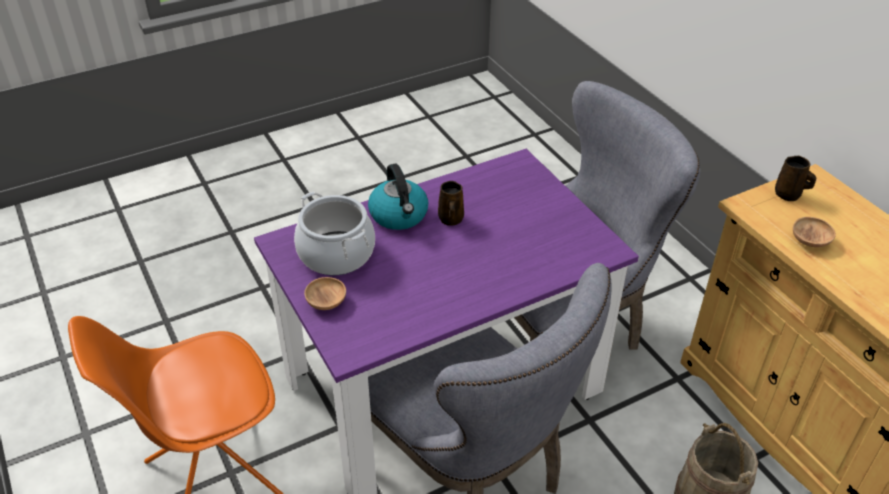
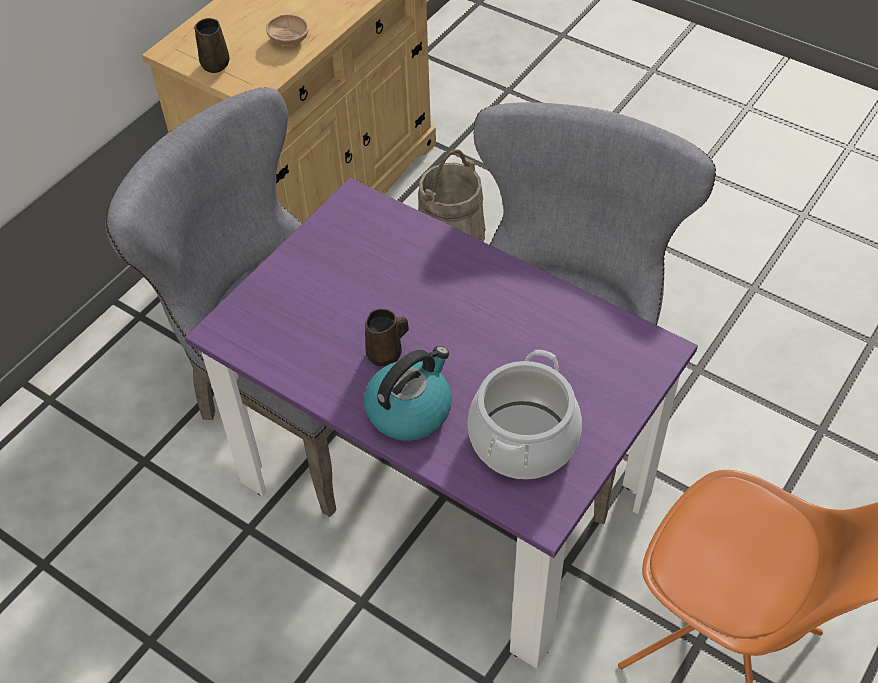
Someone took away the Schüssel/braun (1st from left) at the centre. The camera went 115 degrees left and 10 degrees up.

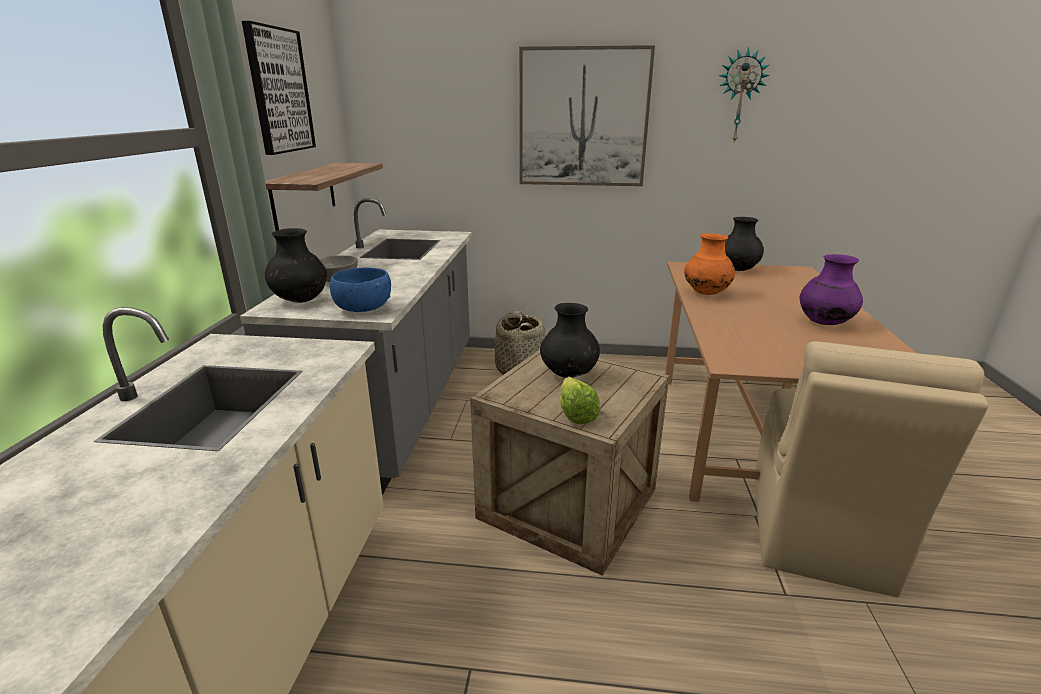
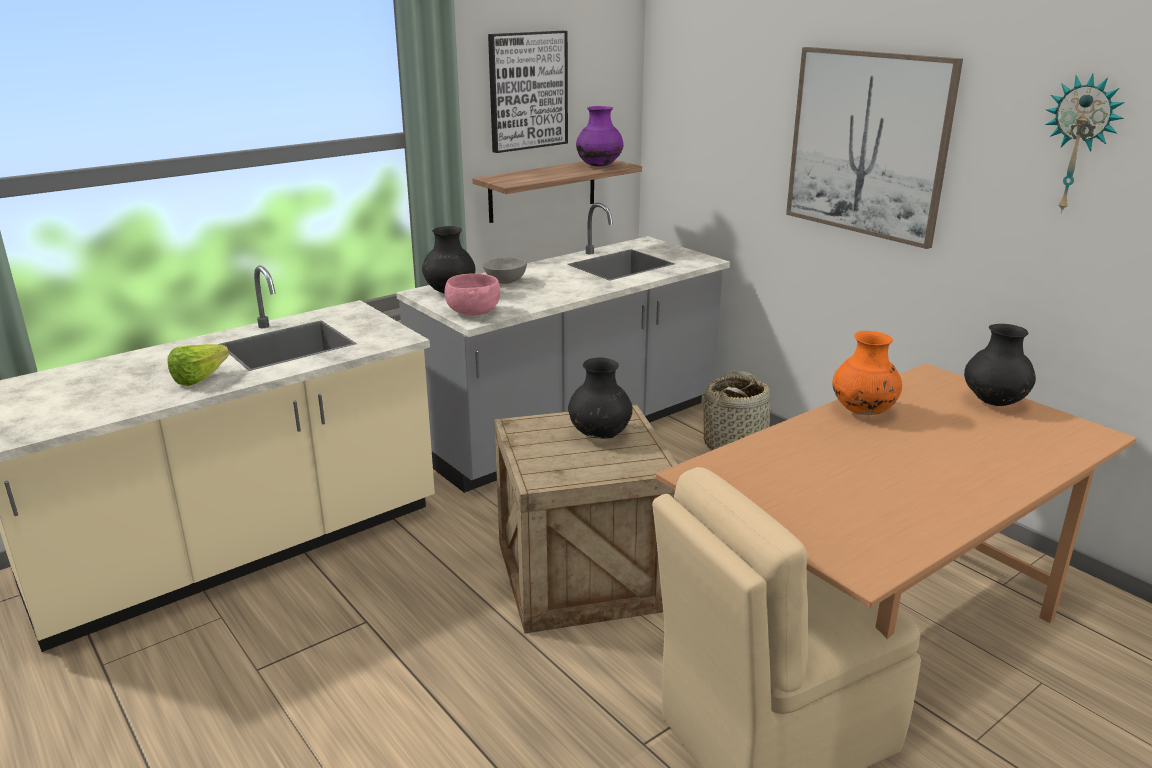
Someone repainted the Schüssel/blau at the centre, which became the Schüssel/rosa at the centre. Someone carried the Salatkopf from the centre to the middle left. Someone carried the Vase/lila from the middle right to the top centre. The camera went 45 degrees right and 0 degrees up.

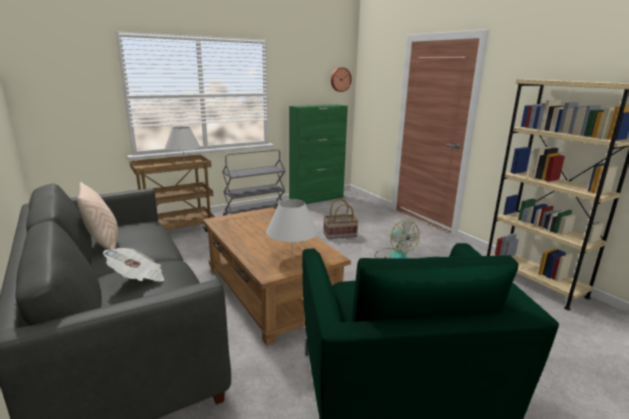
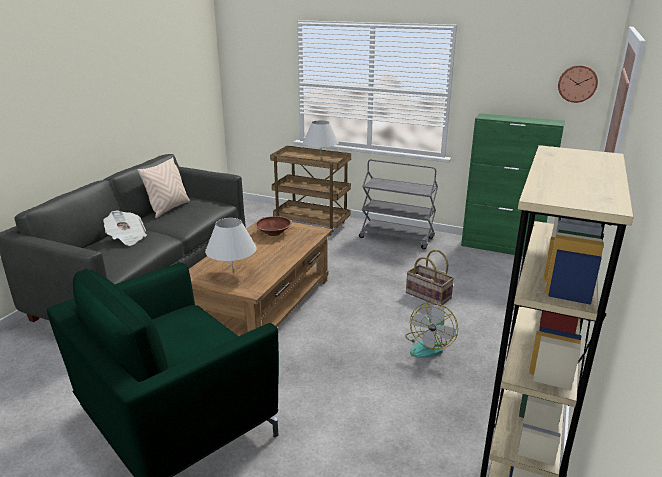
Someone put down the Schüssel/braun at the centre. The camera went 55 degrees right and 5 degrees up.

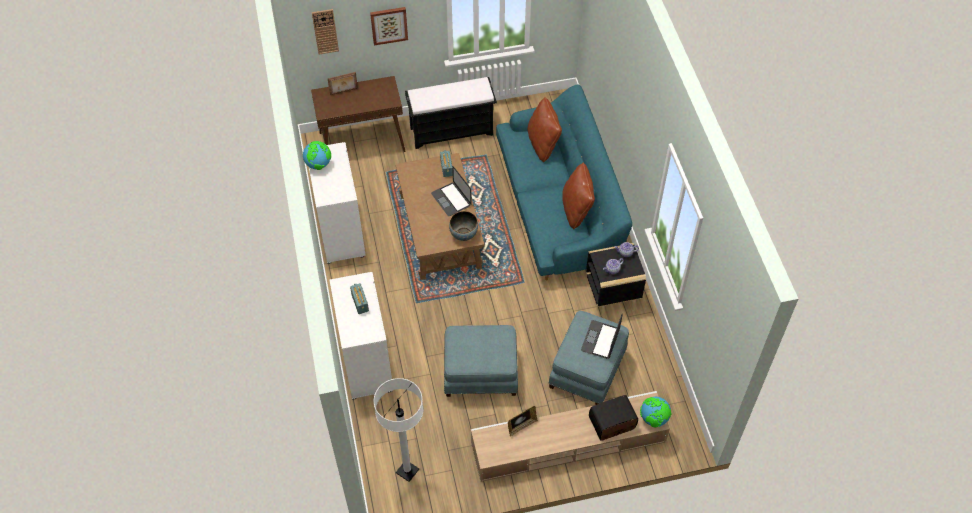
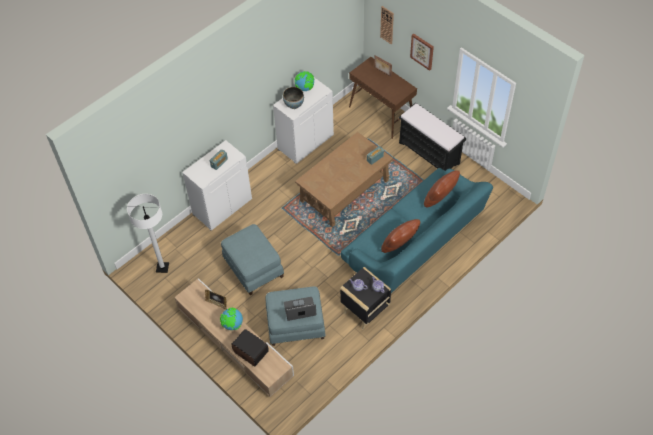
Someone took away the Laptop (1st from left) at the centre. Someone carried the Schüssel from the centre to the top centre. Someone carried the Globus (2nd from left in the first image) from the bottom right to the bottom centre. The camera went 60 degrees right and 0 degrees up.

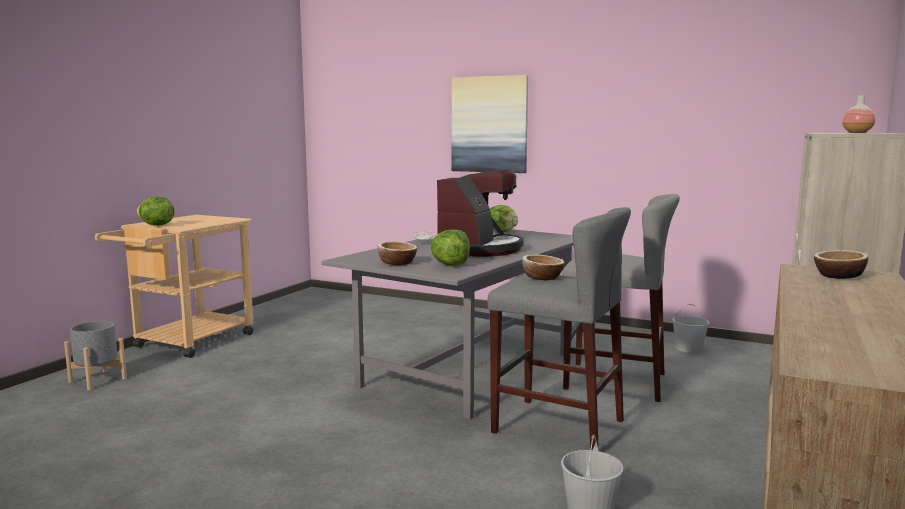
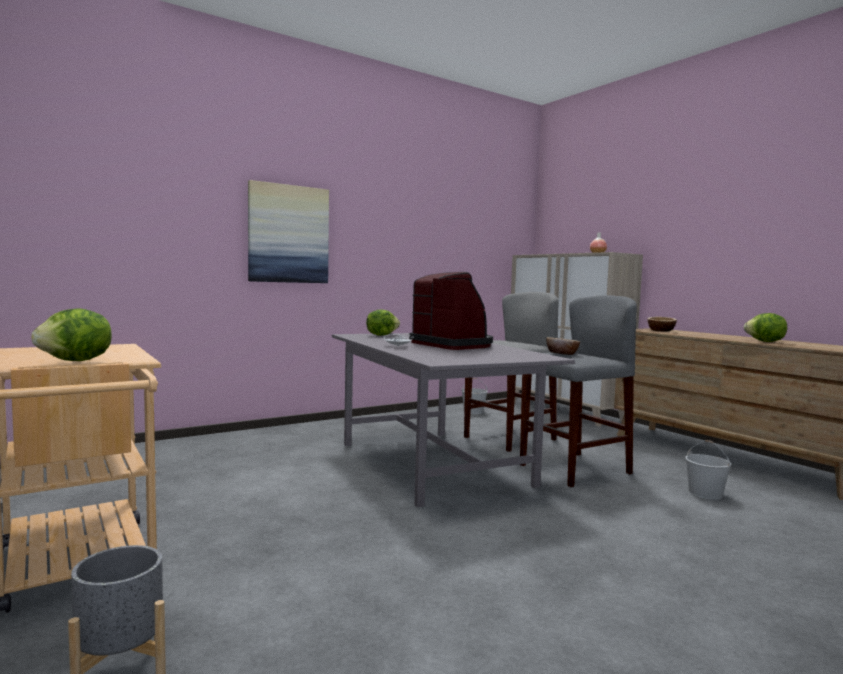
Someone took away the Schüssel (1st from left) at the centre. Someone carried the Salatkopf (2nd from left in the first image) from the centre to the middle right. The camera went 60 degrees left and 5 degrees down.

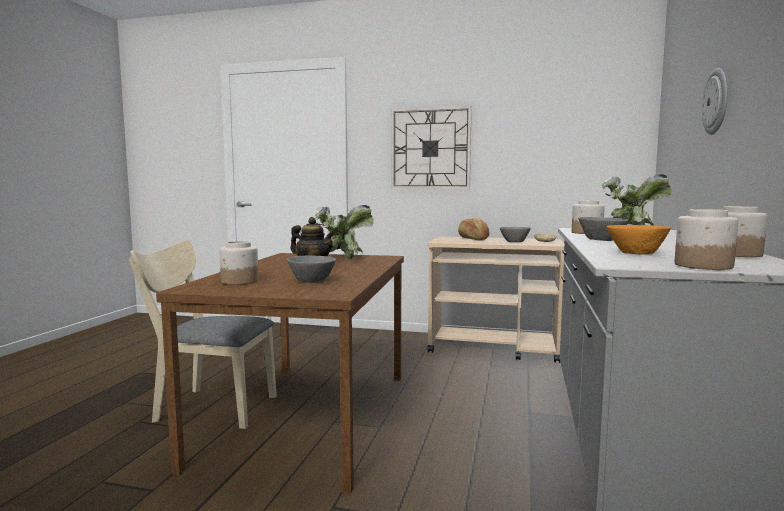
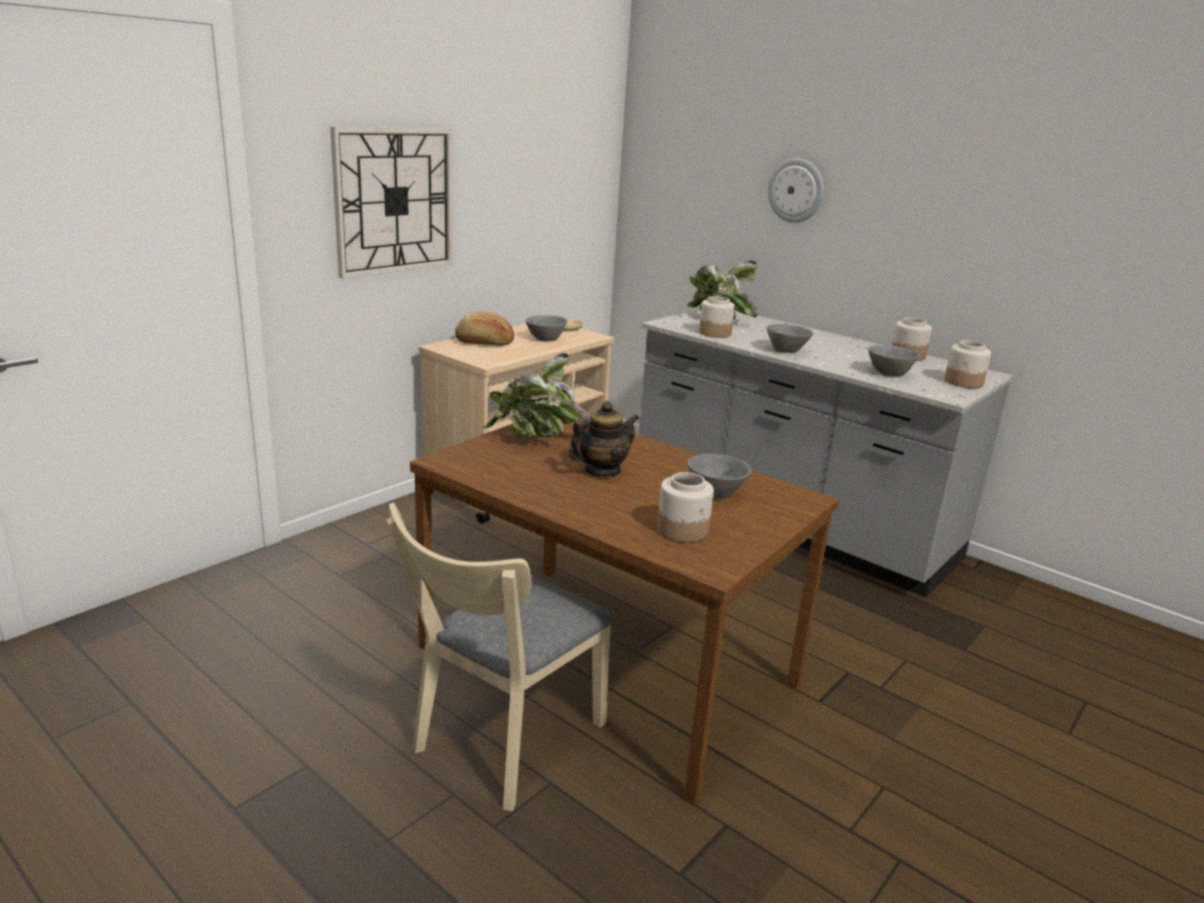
Someone repainted the Schüssel/orange at the middle right, which became the Schüssel/grau (4th from left) at the middle right. The camera went 65 degrees left and 15 degrees up.

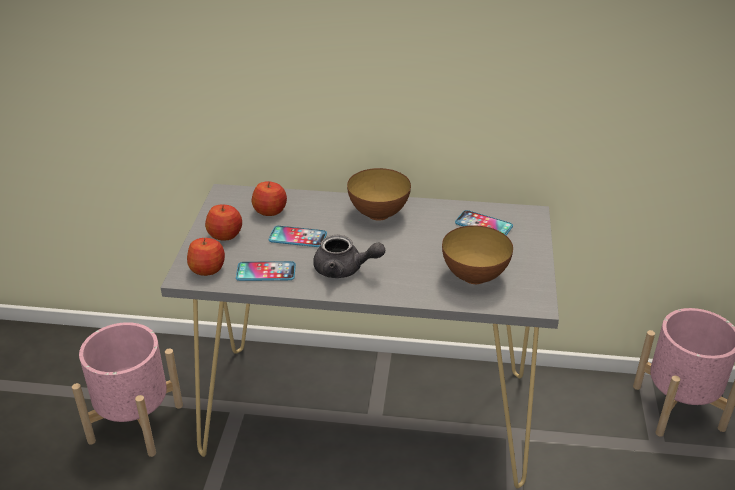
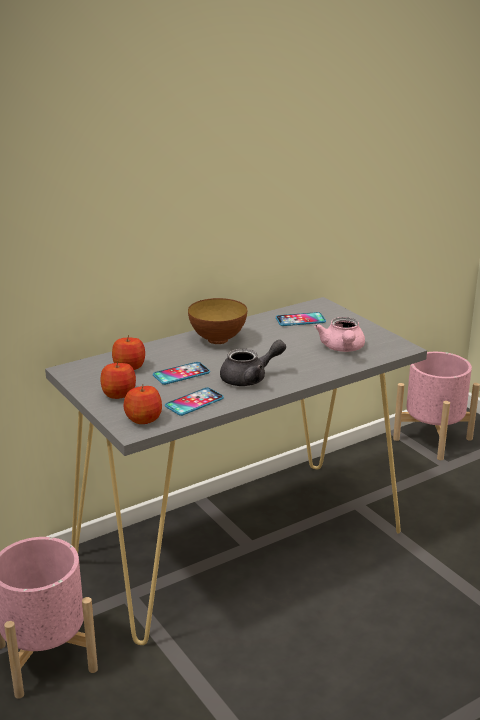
Someone swapped the Schüssel (2nd from left) at the centre for the Teekanne/rosa at the middle right. The camera went 40 degrees left and 10 degrees down.

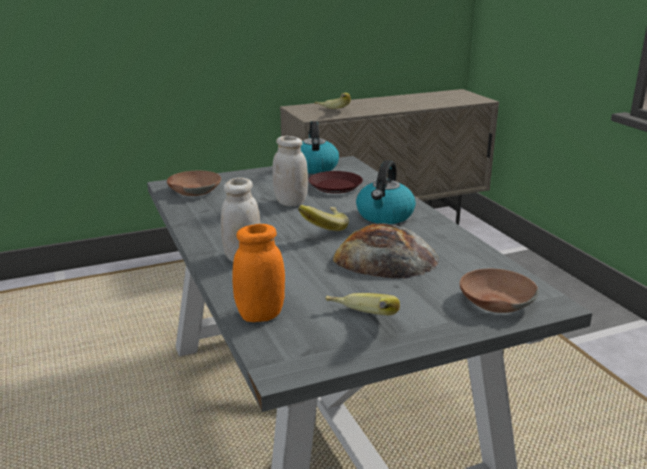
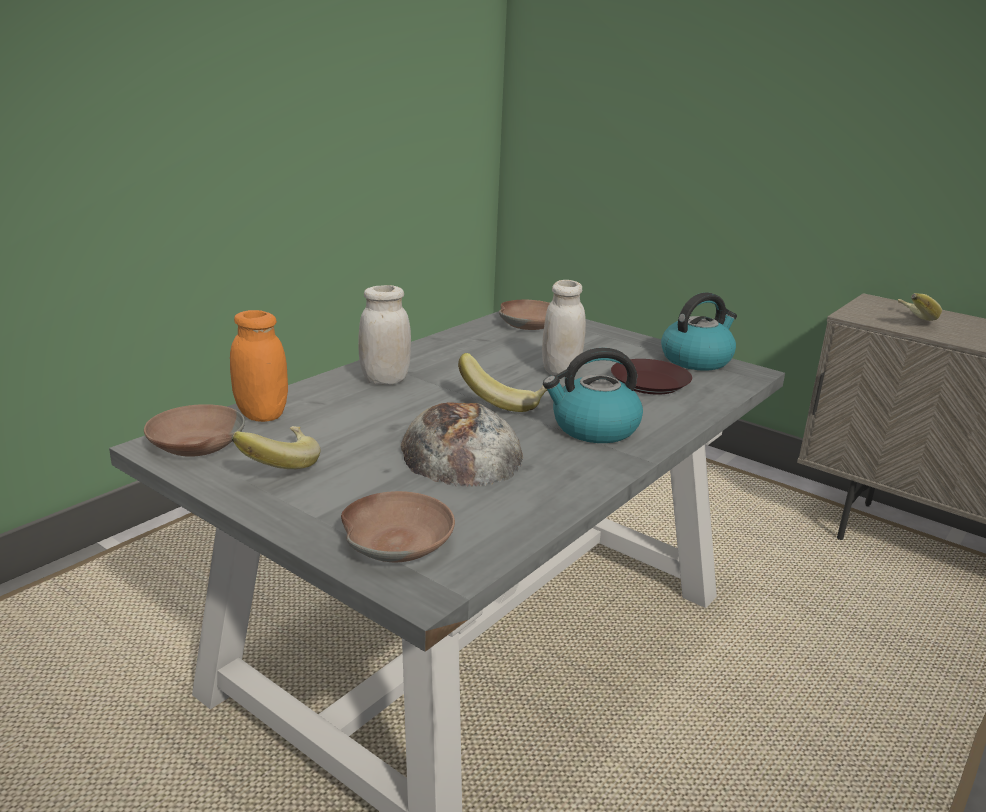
Someone put down the Schüssel/braun (1st from left) at the middle left. The camera went 60 degrees right and 0 degrees up.

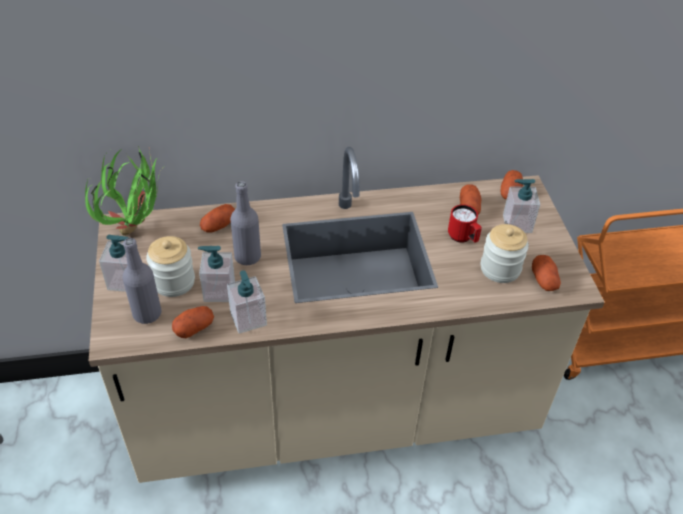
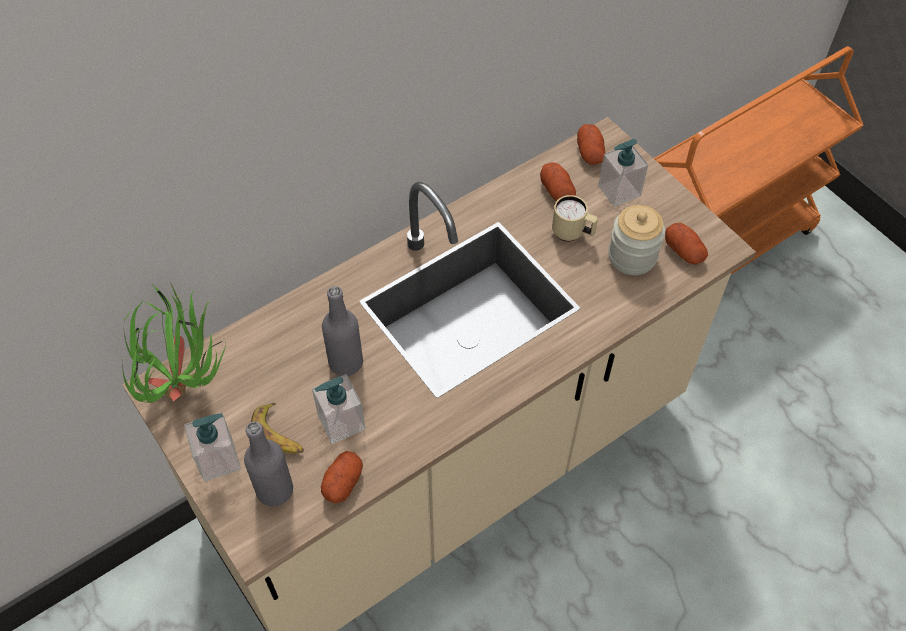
Someone swapped the Vorratsglas (1st from left) at the middle left for the Banane at the bottom left. Someone took away the Kartoffel (2nd from left) at the middle left. Someone took away the Seifenspender (3rd from left) at the centre. Someone repainted the Henkelbecher/rot at the middle right, which became the Henkelbecher/beige at the centre. The camera went 25 degrees left and 10 degrees up.

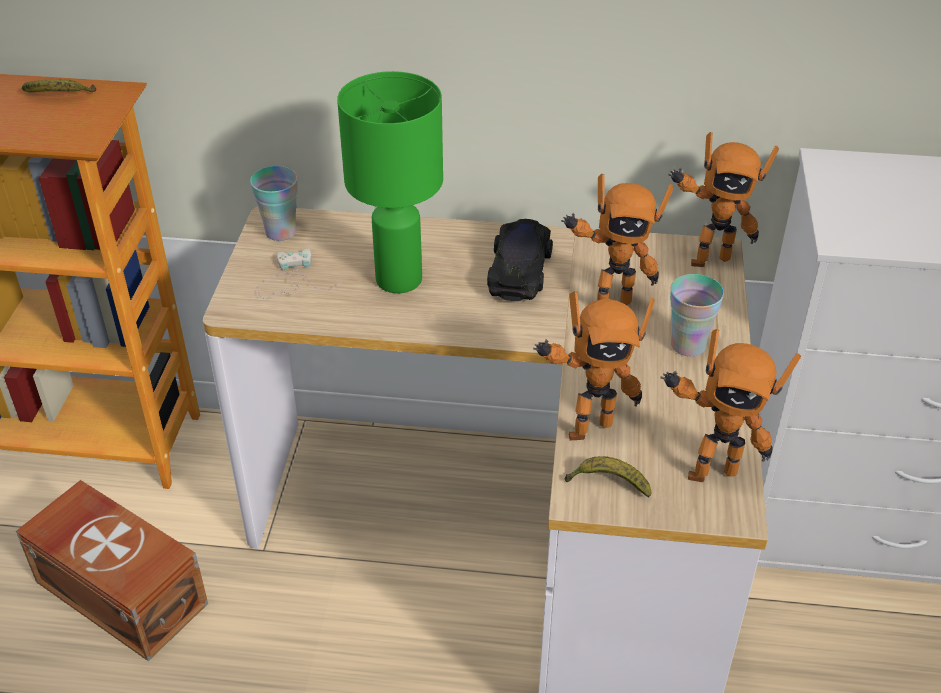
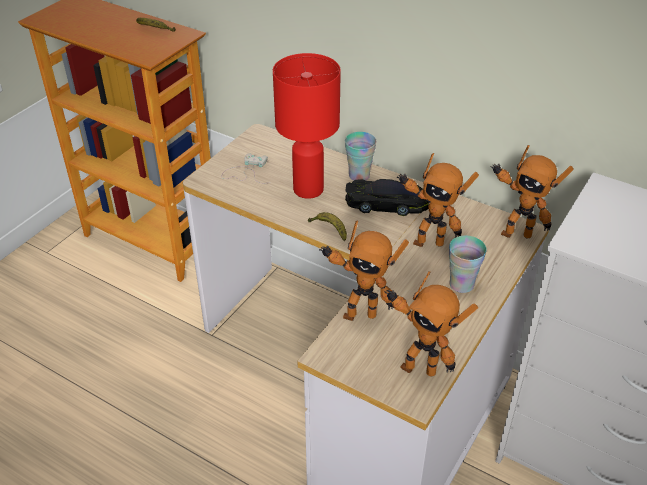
Someone took away the Aufbewahrungsbox/braun at the bottom left. Someone carried the Tasse (1st from left) from the top left to the top centre. Someone repainted the Tischlampe/grün at the top centre, which became the Tischlampe/rot at the top centre. Someone rotated the Spielzeugauto/schwarz at the centre by 60 degrees clockwise. Someone carried the Banane (2nd from left) from the bottom centre to the centre. The camera went 25 degrees right and 0 degrees up.

